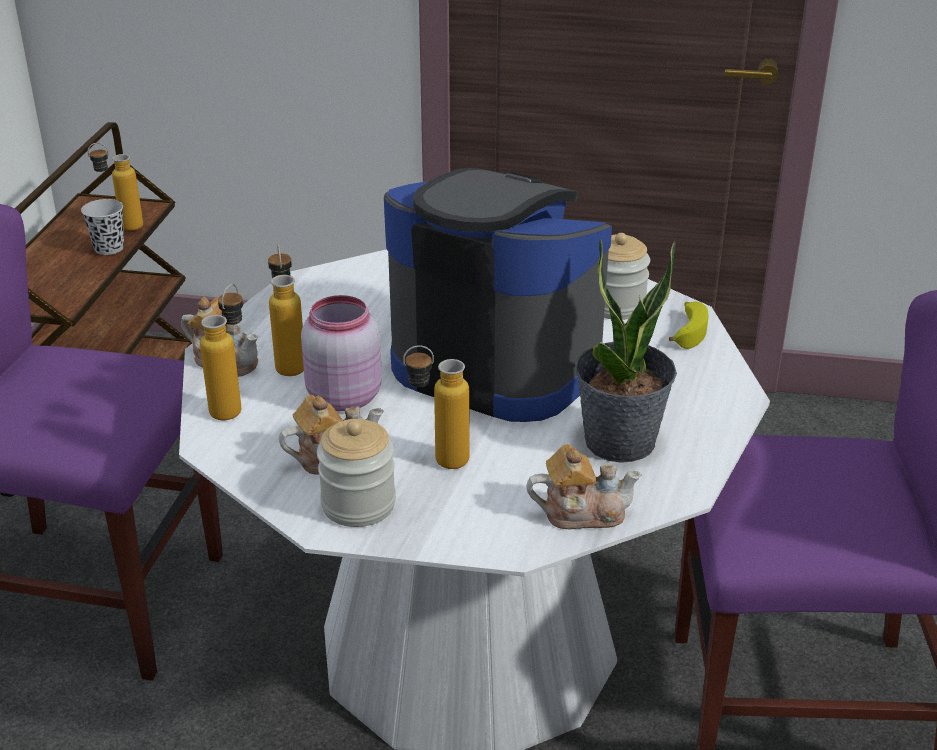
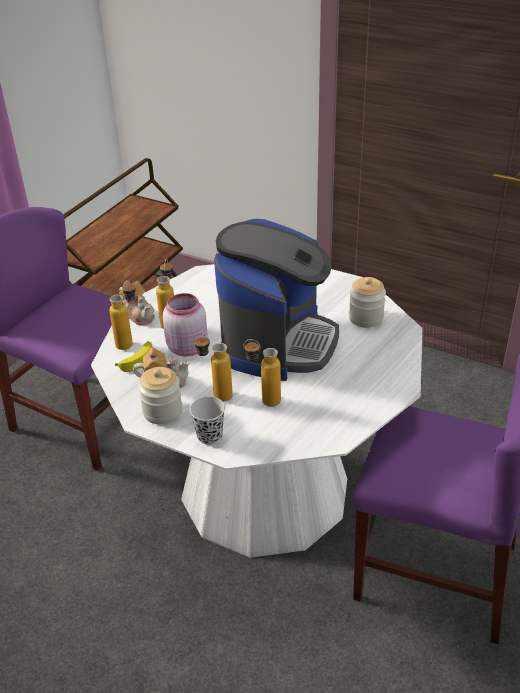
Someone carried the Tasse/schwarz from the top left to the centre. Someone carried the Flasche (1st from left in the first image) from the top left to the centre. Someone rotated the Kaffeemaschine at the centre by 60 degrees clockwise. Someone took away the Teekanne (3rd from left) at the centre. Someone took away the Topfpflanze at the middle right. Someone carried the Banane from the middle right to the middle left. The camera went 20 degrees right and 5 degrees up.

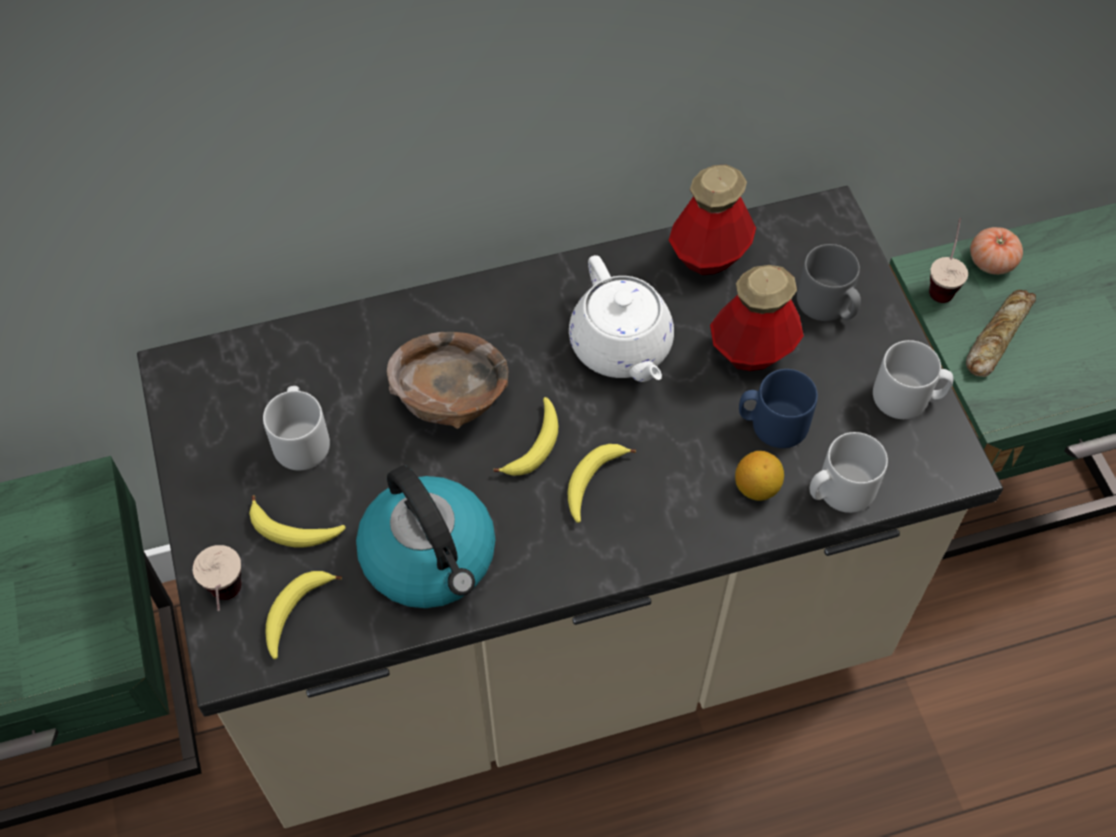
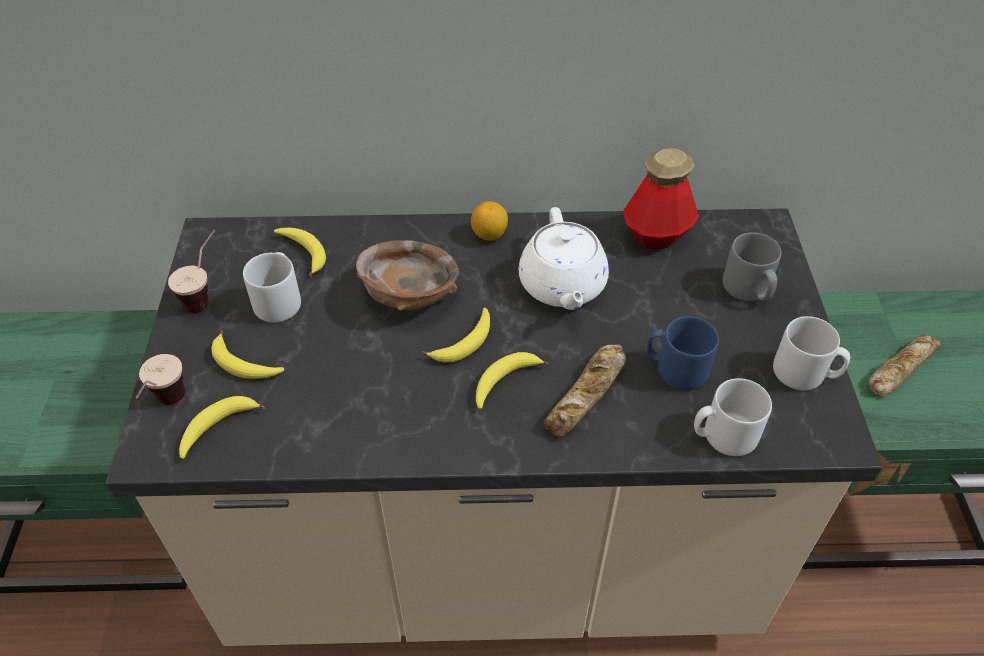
Someone took away the Wasserkessel at the centre. Someone took away the Flasche (2nd from left) at the middle right. Someone carried the Zitrone from the middle right to the centre. Someone carried the Tasse (2nd from left) from the top right to the middle left. Someone took away the Tomate at the top right. Someone put down the Banane (3rd from left) at the middle left. Someone put down the Brot (1st from left) at the centre. The camera went 15 degrees right and 10 degrees down.

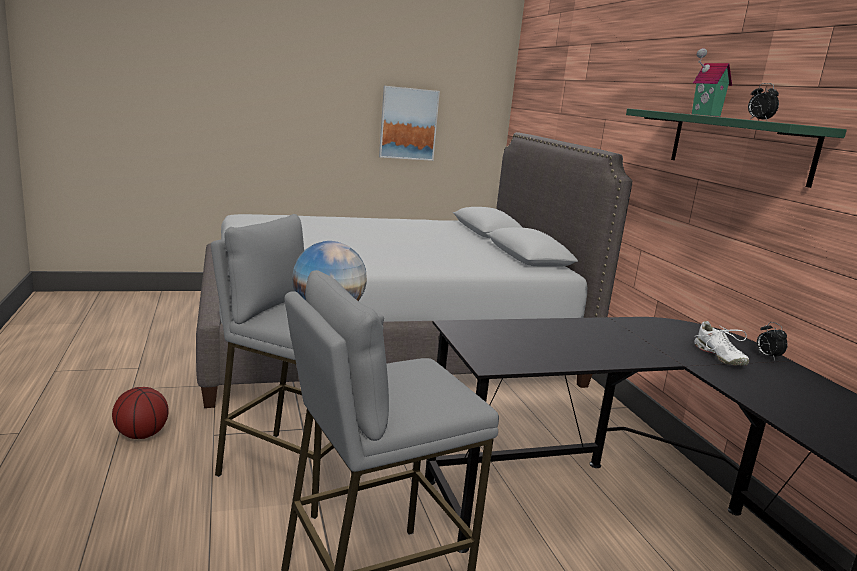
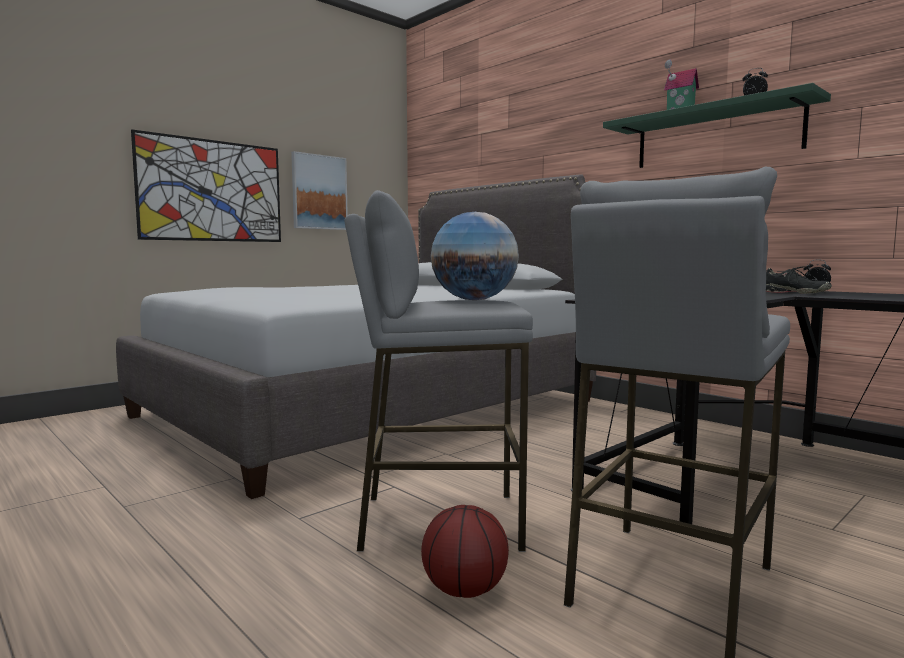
Someone carried the Basketball from the bottom left to the bottom centre. Someone repainted the Schuh/weiß at the middle right, which became the Schuh/schwarz at the middle right. Someone put up the Bild (1st from left) at the top left. The camera went 25 degrees left and 10 degrees down.

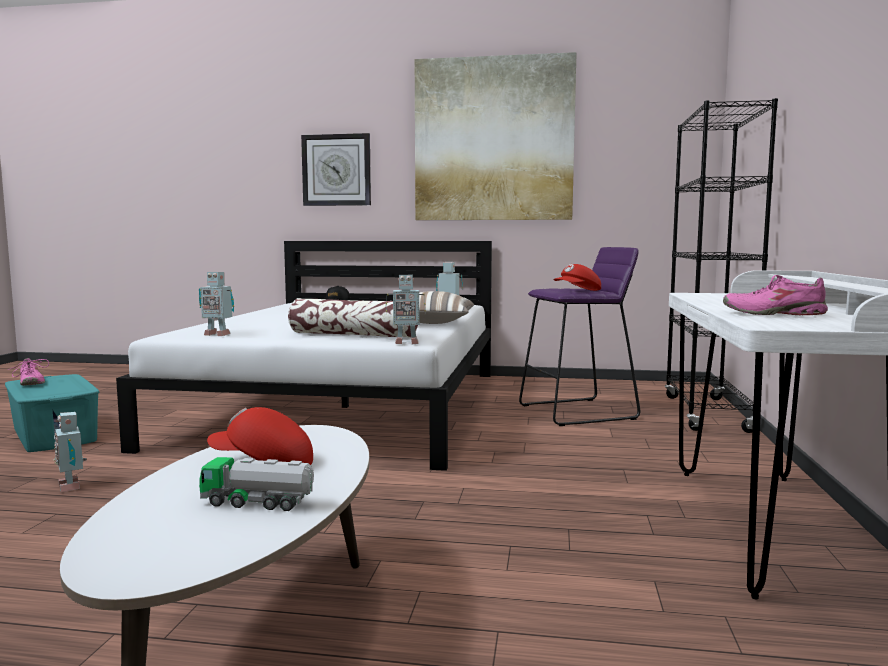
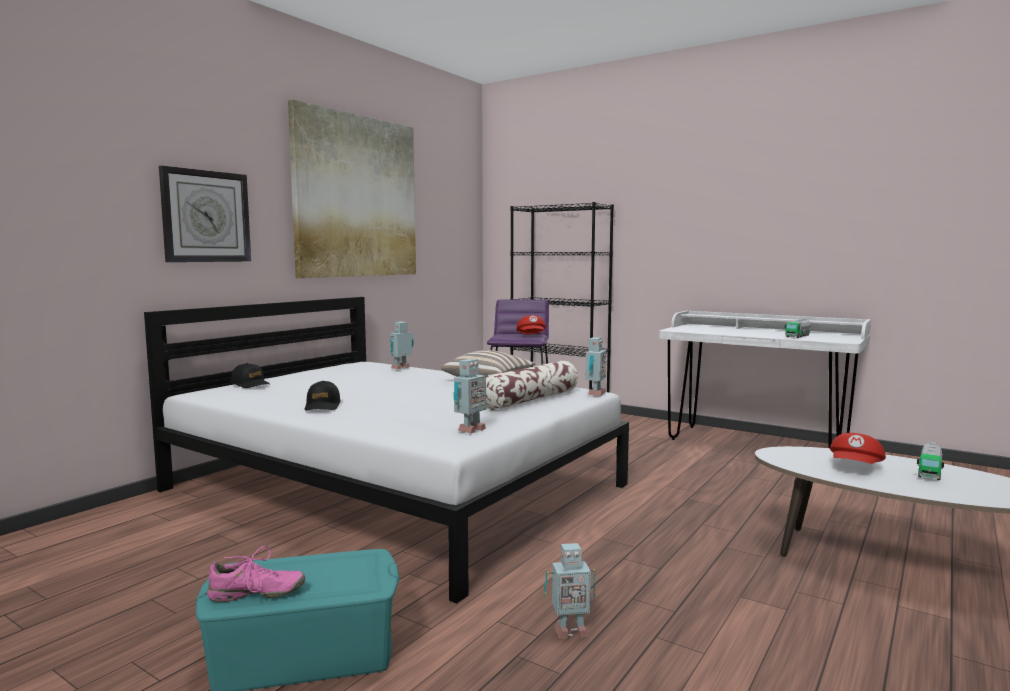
Someone swapped the Schuh/rosa (2nd from left) at the middle right for the Spielzeuglaster (1st from left) at the middle right. Someone put down the Kappe/schwarz (2nd from left) at the middle left. The camera went 65 degrees left and 0 degrees up.

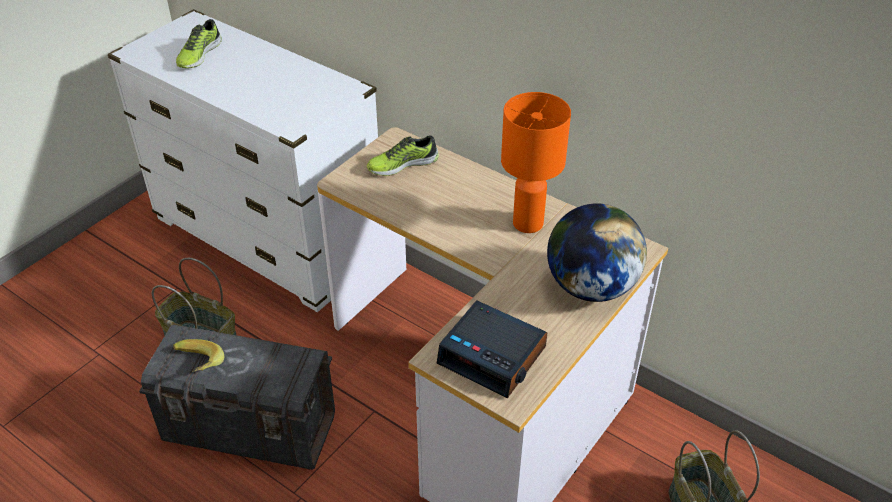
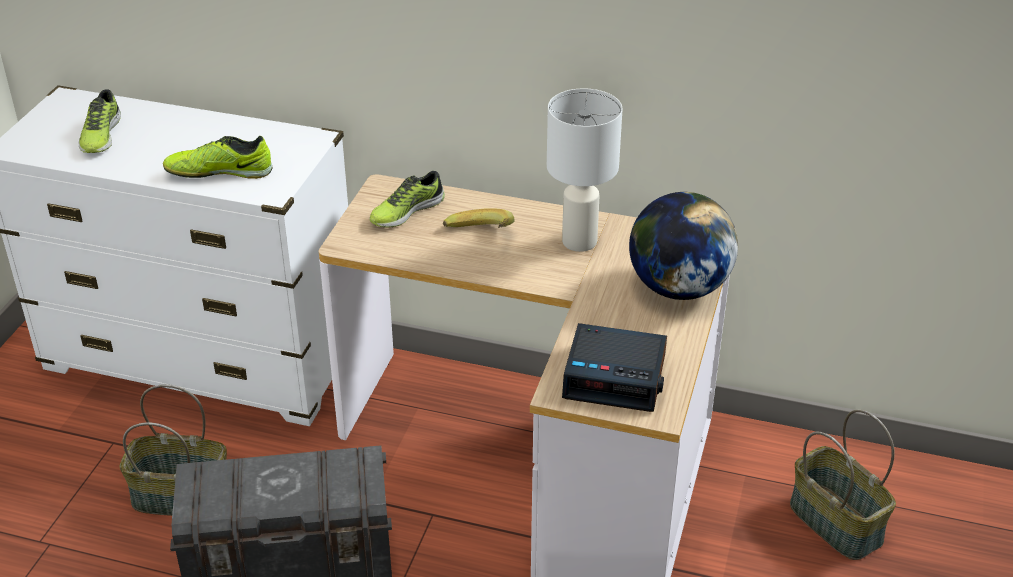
Someone carried the Banane from the bottom left to the centre. Someone repainted the Tischlampe/orange at the top centre, which became the Tischlampe/weiß at the top centre. Someone put down the Schuh (2nd from left) at the top left. The camera went 20 degrees left and 5 degrees down.

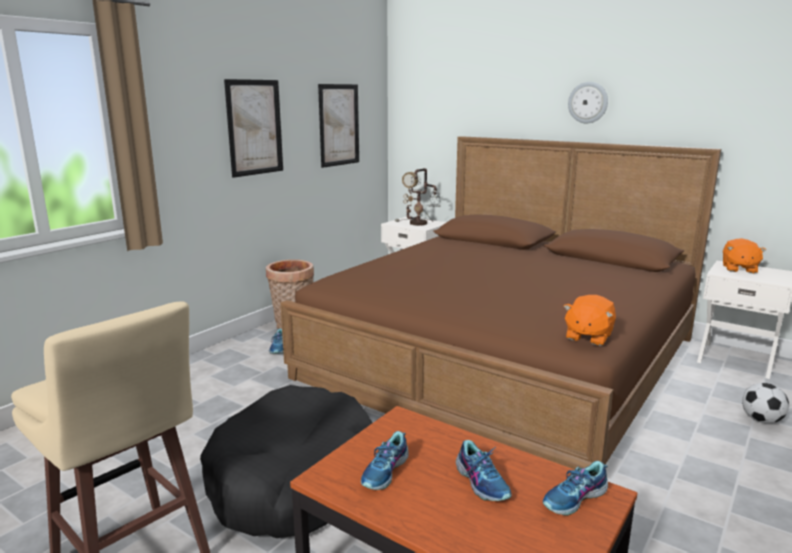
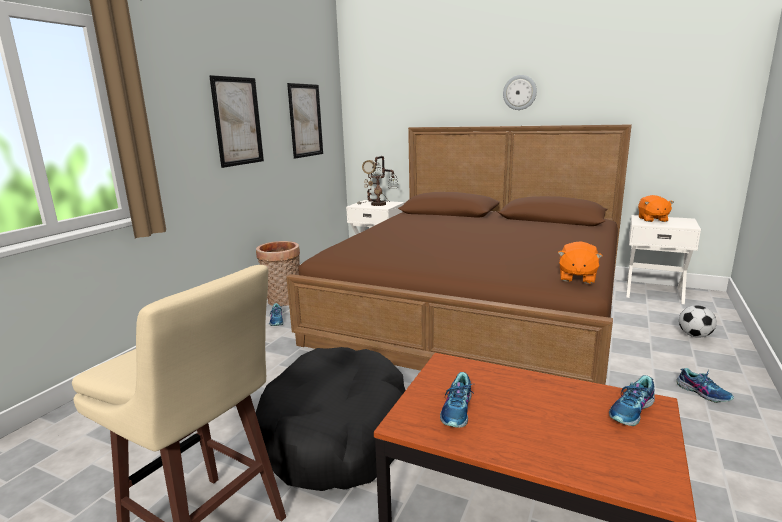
Someone carried the Schuh (3rd from left in the first image) from the bottom centre to the bottom right. The camera went 10 degrees left and 0 degrees up.

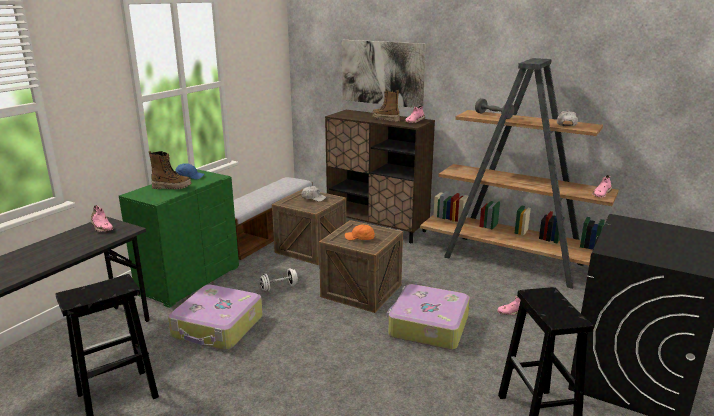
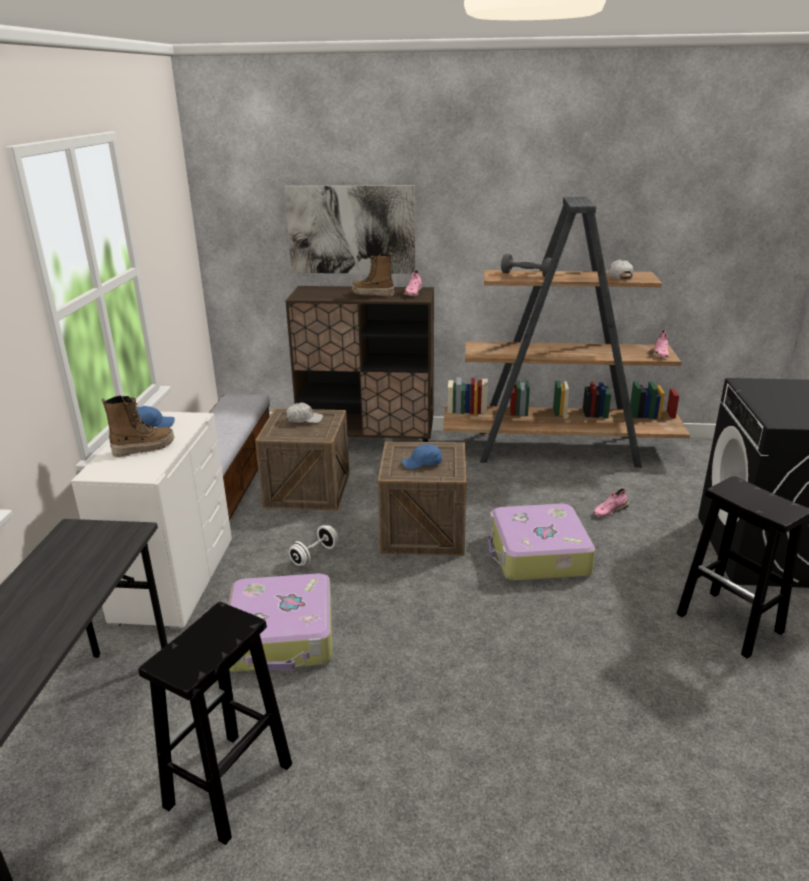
Someone took away the Schuh/rosa (1st from left) at the middle left. Someone repainted the Kommode/grün at the middle left, which became the Kommode/weiß at the middle left. Someone repainted the Kappe/orange at the centre, which became the Kappe/blau (2nd from left) at the centre. The camera went 25 degrees left and 5 degrees up.

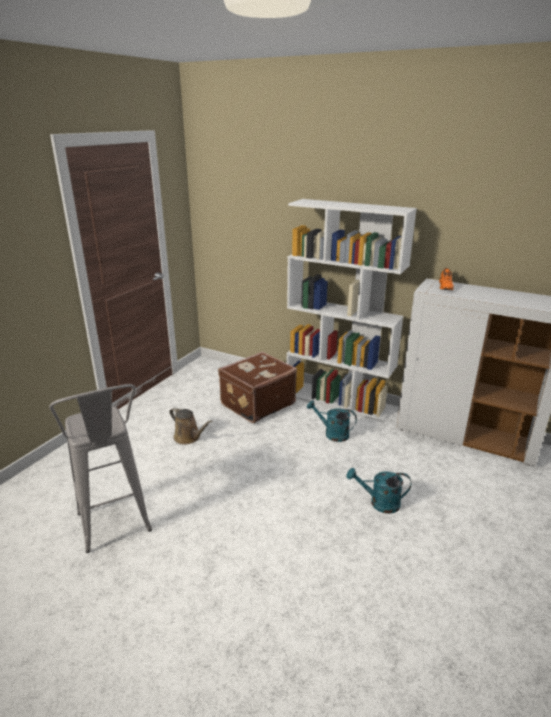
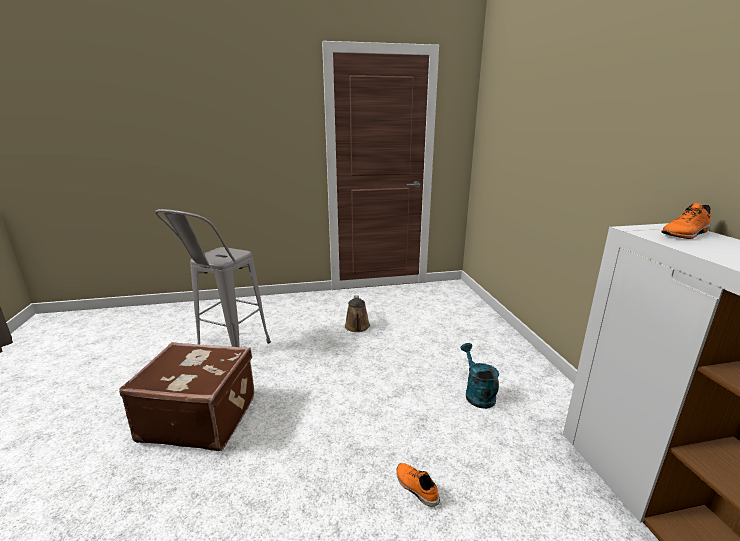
Someone carried the Koffer/braun from the centre to the bottom left. Someone took away the Bücherregal/weiß at the centre. Someone swapped the Gießkanne/türkis (2nd from left) at the bottom right for the Schuh/orange (1st from left) at the bottom centre. The camera went 50 degrees right and 5 degrees down.

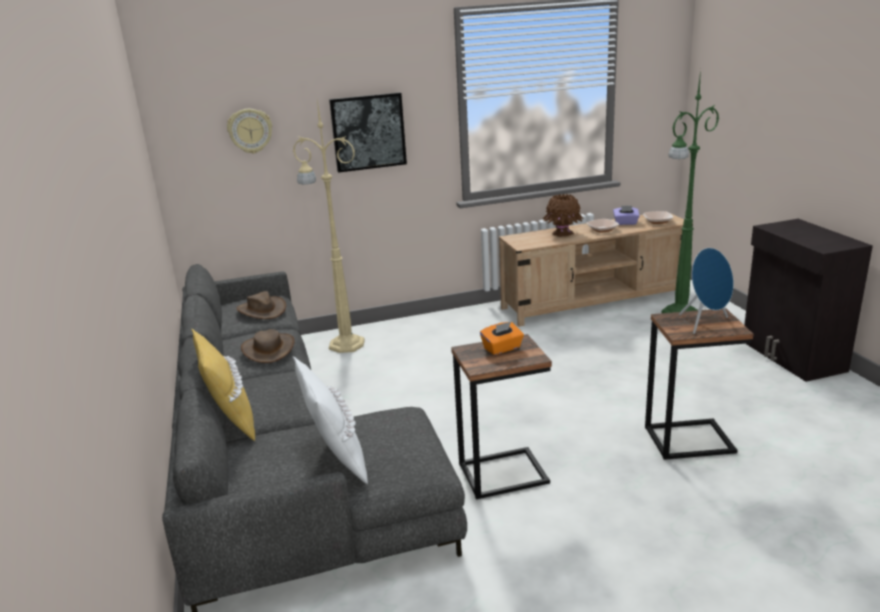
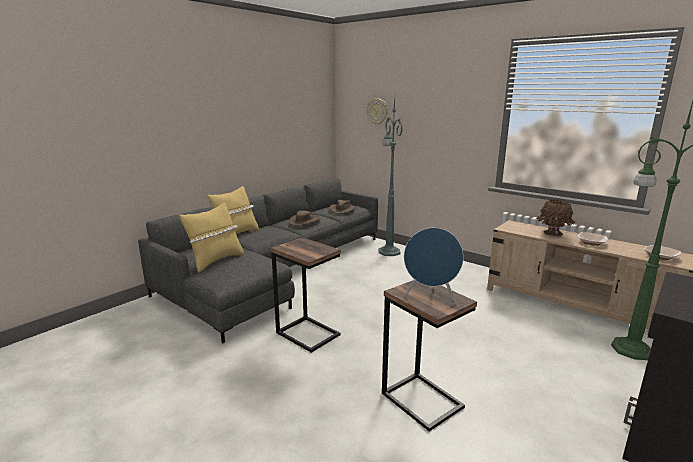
Someone repainted the Stehlampe/beige at the centre, which became the Stehlampe/grün (1st from left) at the centre. Someone repainted the Kissen/weiß at the bottom centre, which became the Kissen/gelb (1st from left) at the middle left. Someone took away the Bild at the top centre. Someone took away the Taschentuchbox/orange at the centre. Someone took away the Taschentuchbox/lila at the middle right. The camera went 55 degrees right and 5 degrees down.

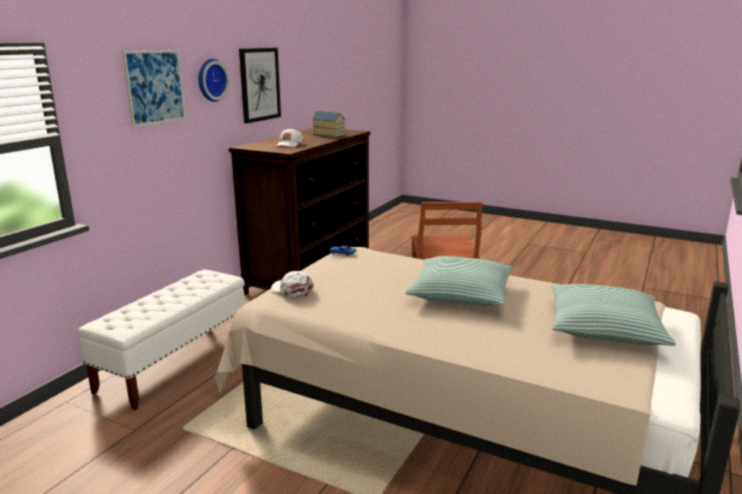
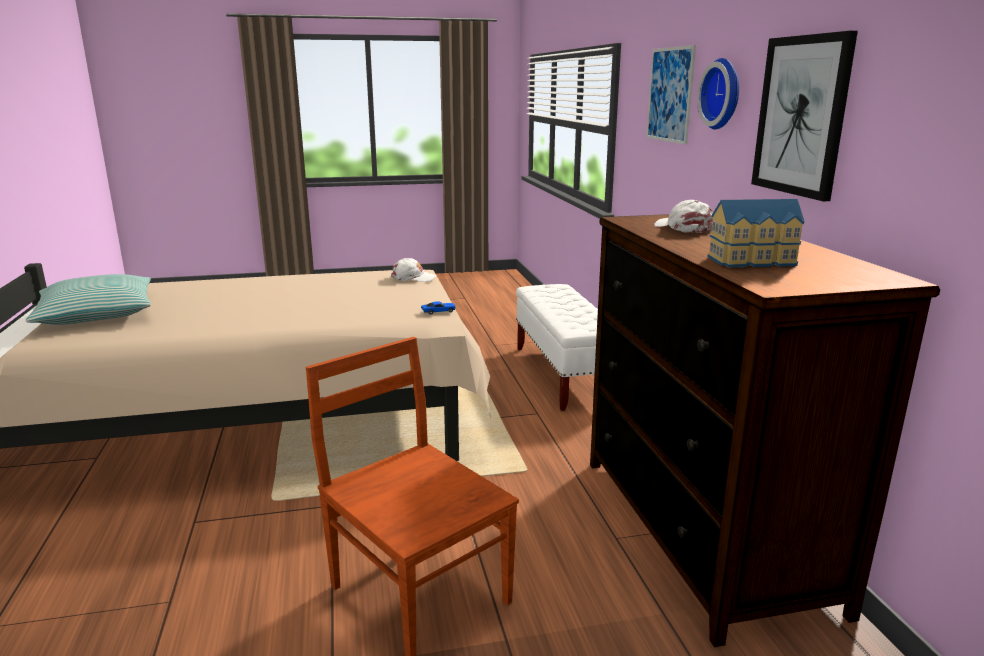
Someone took away the Kissen (1st from left) at the centre. The camera went 140 degrees right and 0 degrees up.

